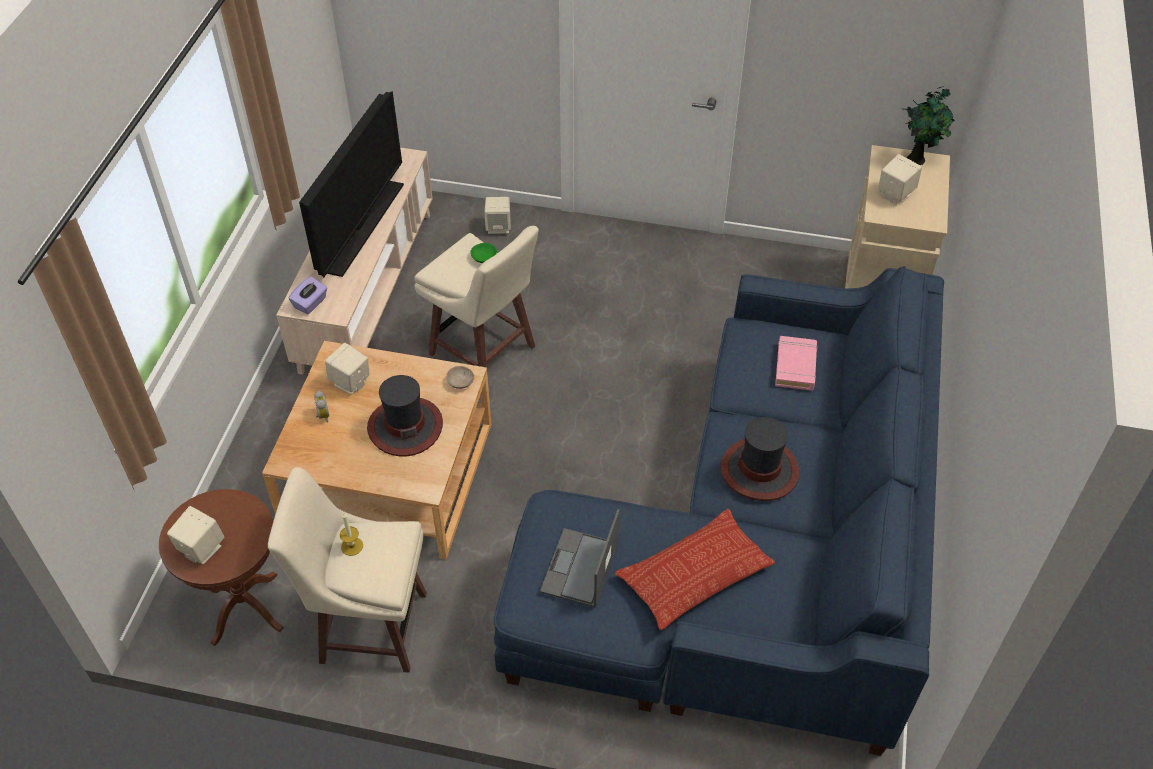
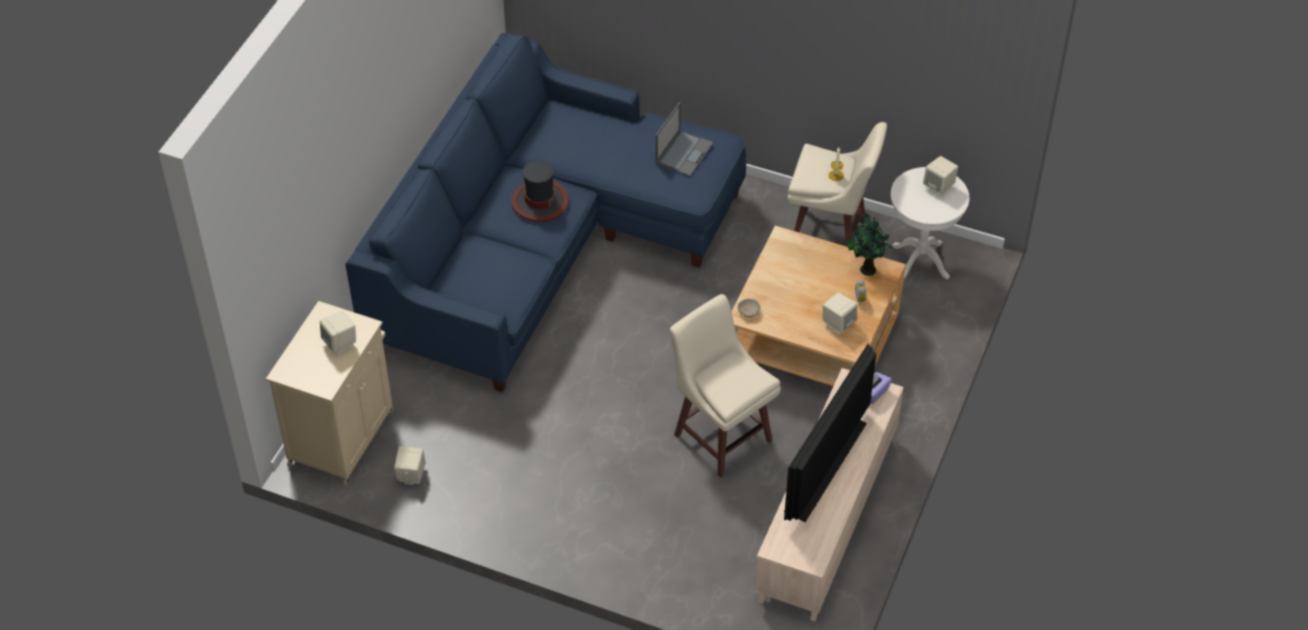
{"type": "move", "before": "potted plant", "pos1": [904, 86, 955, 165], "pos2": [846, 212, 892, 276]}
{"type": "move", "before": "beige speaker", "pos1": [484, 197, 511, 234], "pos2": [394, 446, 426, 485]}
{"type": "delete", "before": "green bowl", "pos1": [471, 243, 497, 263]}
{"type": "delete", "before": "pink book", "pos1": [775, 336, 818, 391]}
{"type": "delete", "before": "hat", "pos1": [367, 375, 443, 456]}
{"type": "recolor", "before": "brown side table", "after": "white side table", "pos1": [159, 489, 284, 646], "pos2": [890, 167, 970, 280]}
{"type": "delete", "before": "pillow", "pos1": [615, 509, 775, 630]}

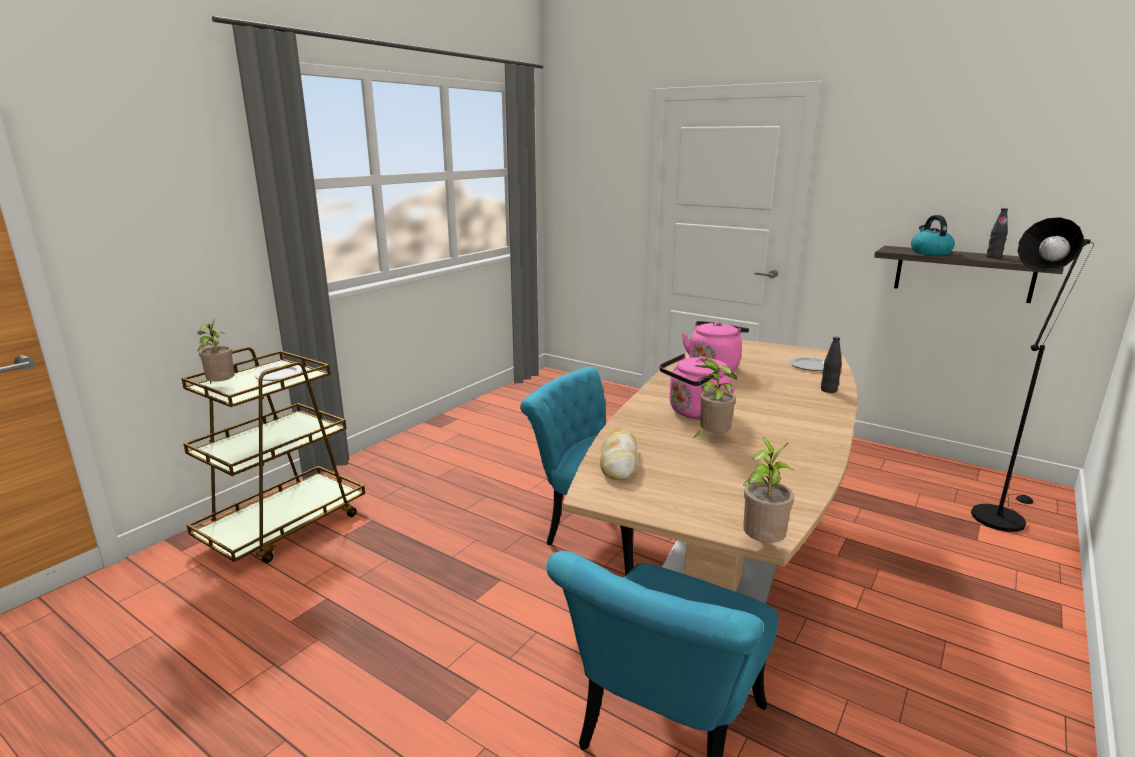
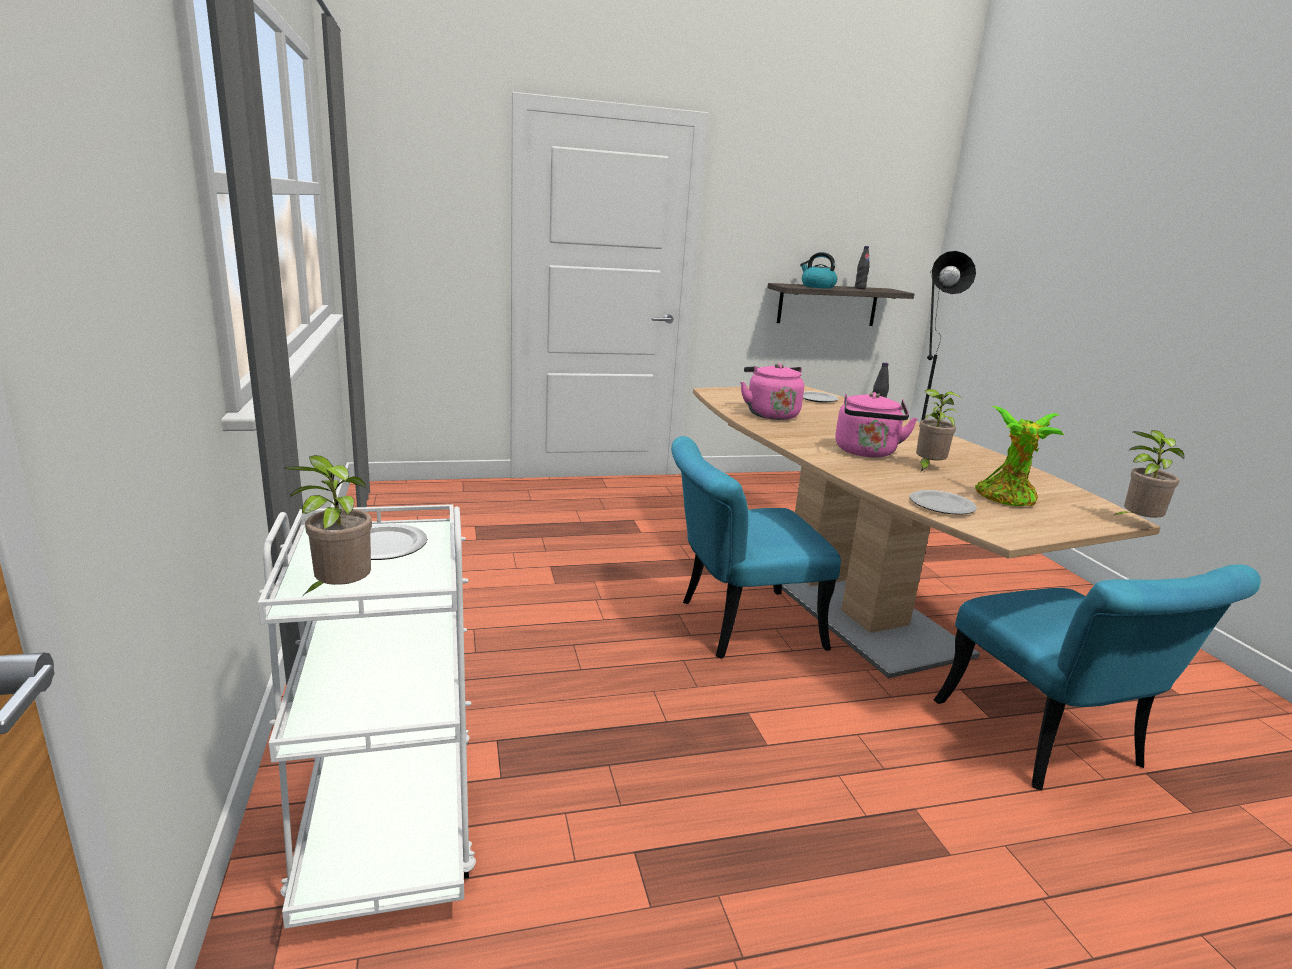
{"type": "recolor", "before": "brown cart", "after": "white cart", "pos1": [181, 347, 365, 563], "pos2": [258, 504, 476, 929]}
{"type": "replace", "before": "bread", "after": "plate", "pos1": [600, 428, 637, 480], "pos2": [910, 490, 977, 515]}
{"type": "insert", "after": "potted plant", "pos2": [975, 406, 1064, 506]}

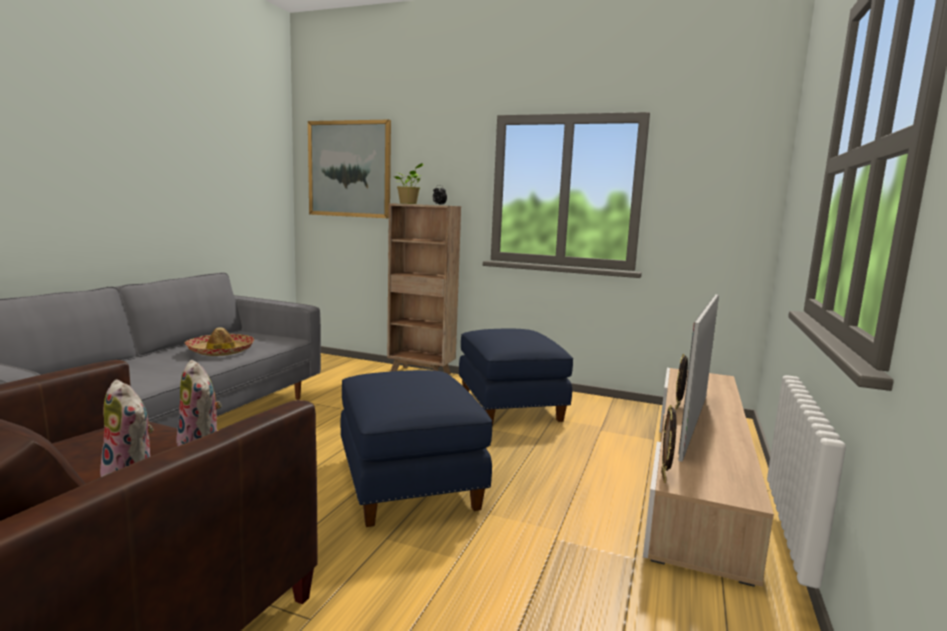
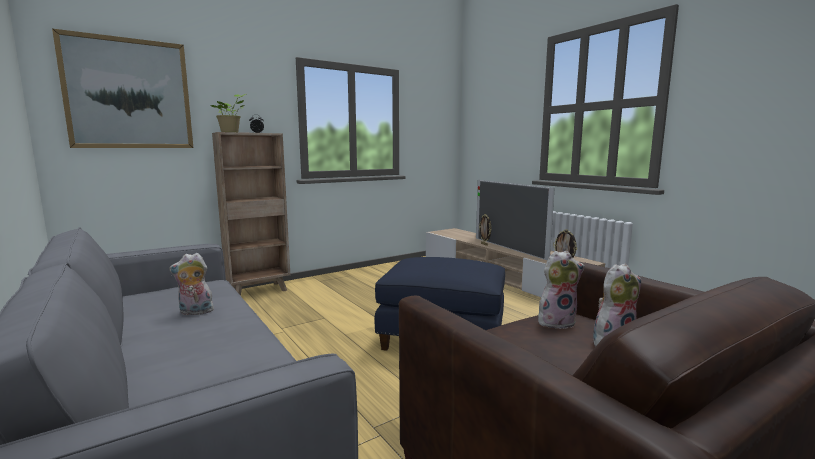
{"type": "replace", "before": "hat", "after": "plush toy", "pos1": [184, 327, 254, 356], "pos2": [169, 253, 214, 315]}
{"type": "delete", "before": "blue ottoman", "pos1": [459, 329, 573, 426]}

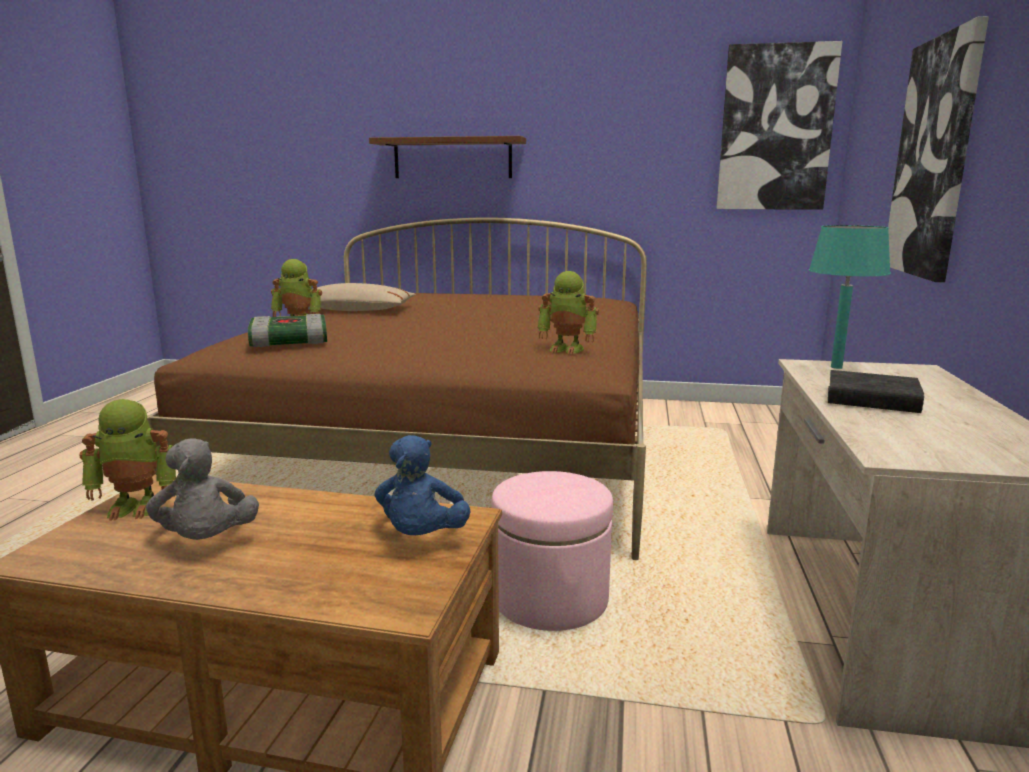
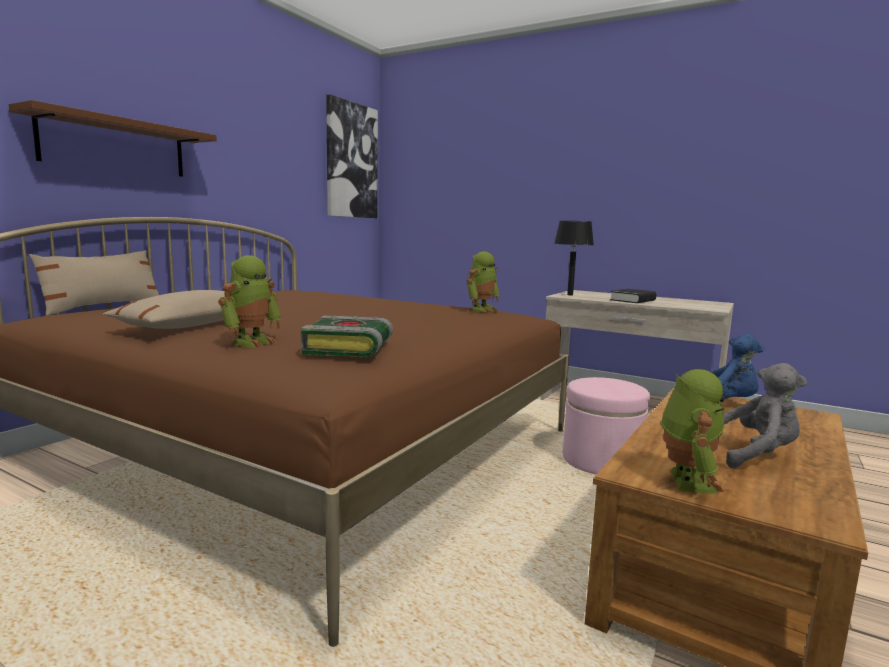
{"type": "delete", "before": "picture", "pos1": [888, 16, 989, 282]}
{"type": "recolor", "before": "turquoise table lamp", "after": "black table lamp", "pos1": [809, 225, 891, 369], "pos2": [554, 221, 594, 295]}
{"type": "insert", "after": "beige pillow", "pos2": [29, 250, 159, 316]}

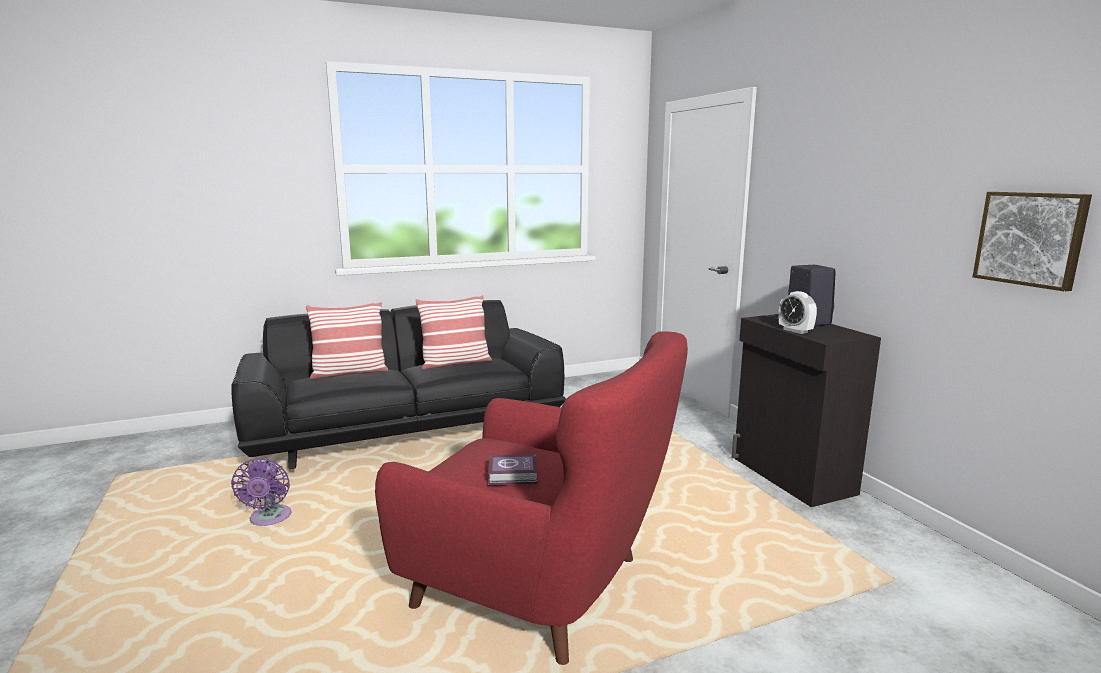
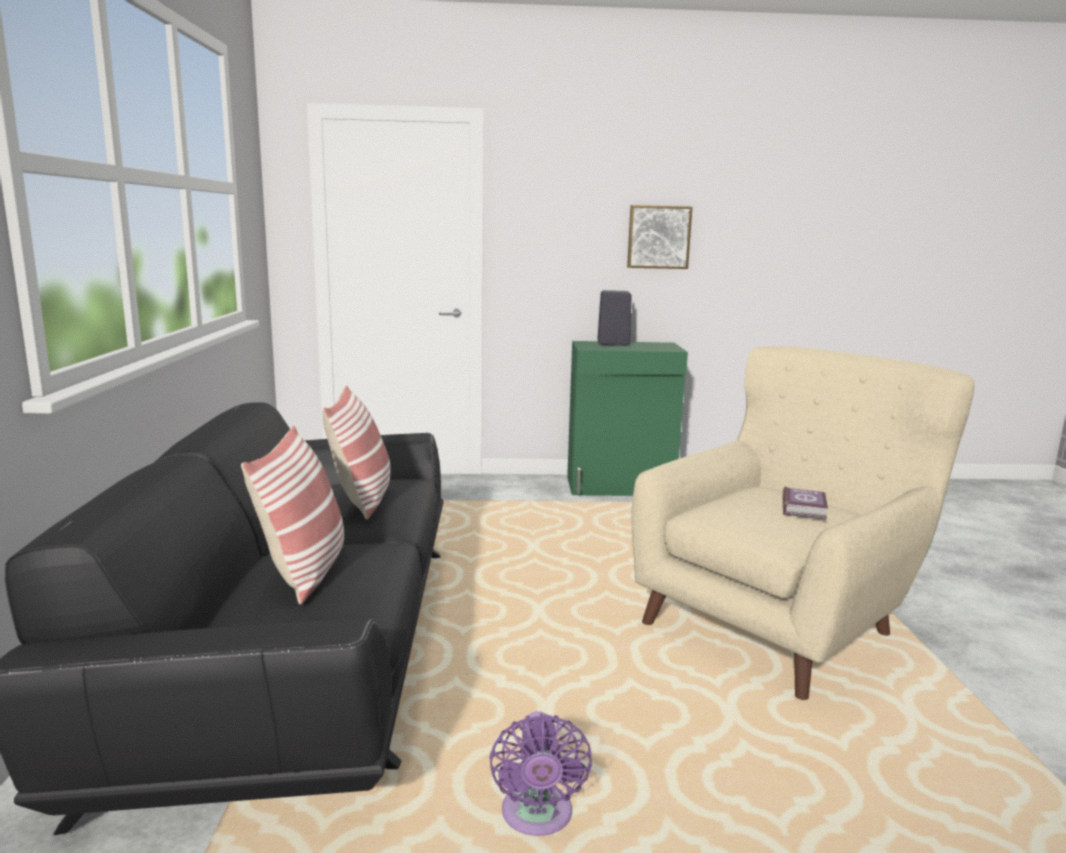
{"type": "move", "before": "picture", "pos1": [972, 192, 1092, 292], "pos2": [627, 205, 692, 269]}
{"type": "delete", "before": "alarm clock", "pos1": [779, 291, 817, 334]}
{"type": "recolor", "before": "black cabinet", "after": "green cabinet", "pos1": [732, 314, 881, 507], "pos2": [567, 341, 688, 496]}
{"type": "recolor", "before": "red armchair", "after": "beige armchair", "pos1": [375, 331, 688, 665], "pos2": [632, 346, 975, 700]}
{"type": "rotate", "before": "purple fan", "pos1": [231, 458, 291, 526], "pos2": [489, 711, 592, 836], "turn": 75}

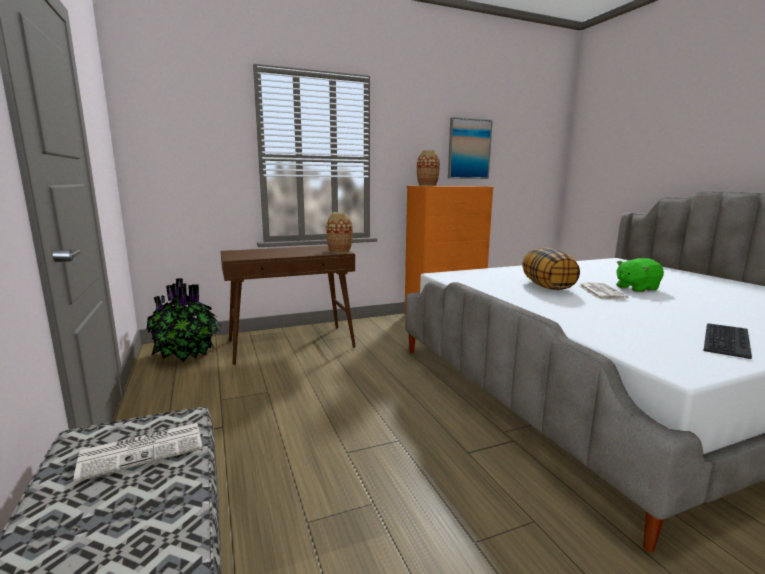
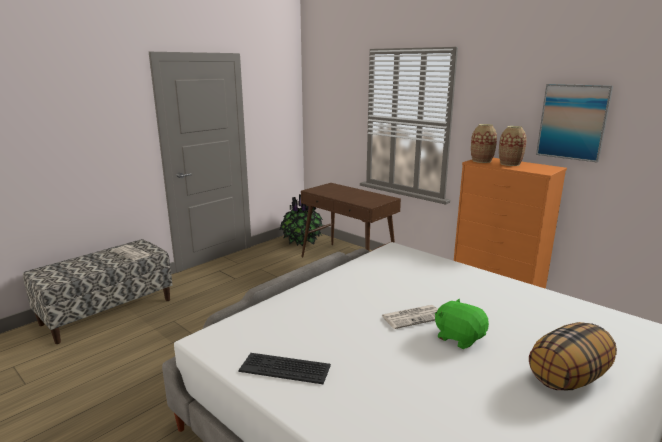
{"type": "move", "before": "vase", "pos1": [326, 212, 353, 253], "pos2": [499, 126, 527, 166]}
{"type": "move", "before": "pillow", "pos1": [522, 247, 580, 290], "pos2": [529, 322, 617, 391]}

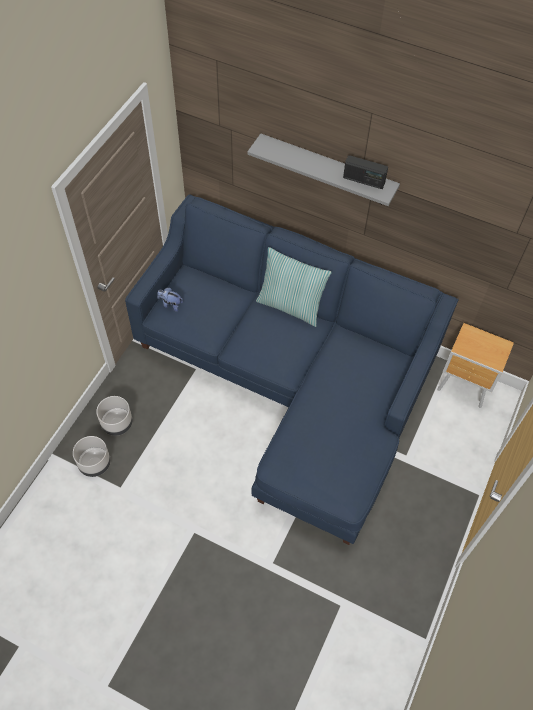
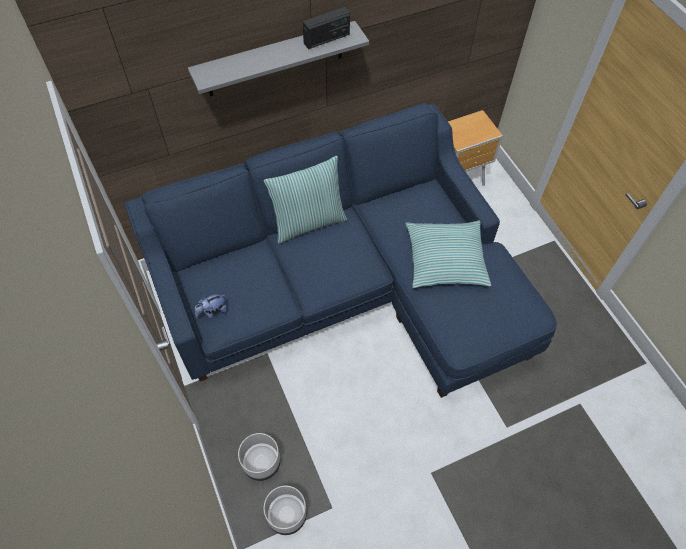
{"type": "insert", "after": "pillow", "pos2": [405, 220, 491, 288]}

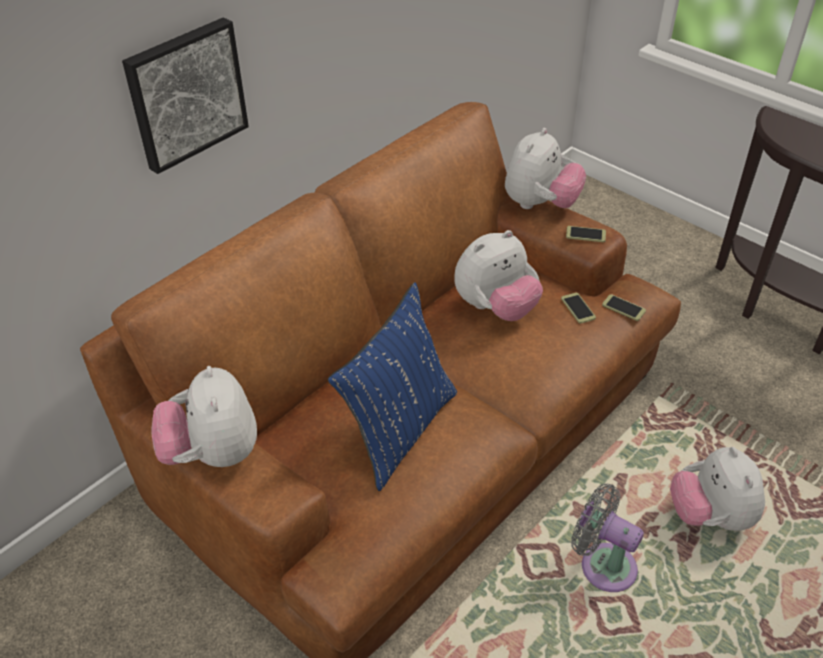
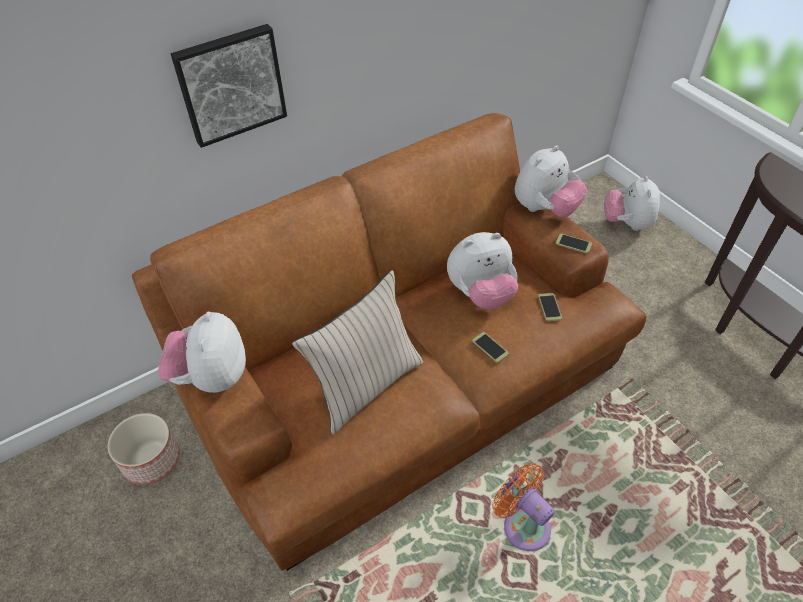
{"type": "recolor", "before": "blue pillow", "after": "beige pillow", "pos1": [328, 282, 457, 491], "pos2": [292, 270, 423, 435]}
{"type": "move", "before": "phone", "pos1": [602, 294, 646, 321], "pos2": [472, 332, 509, 363]}
{"type": "move", "before": "plush toy", "pos1": [670, 447, 765, 531], "pos2": [604, 176, 660, 231]}
{"type": "recolor", "before": "grey fan", "after": "orange fan", "pos1": [571, 484, 644, 592], "pos2": [492, 463, 554, 551]}
{"type": "insert", "after": "planter", "pos2": [108, 413, 180, 485]}

